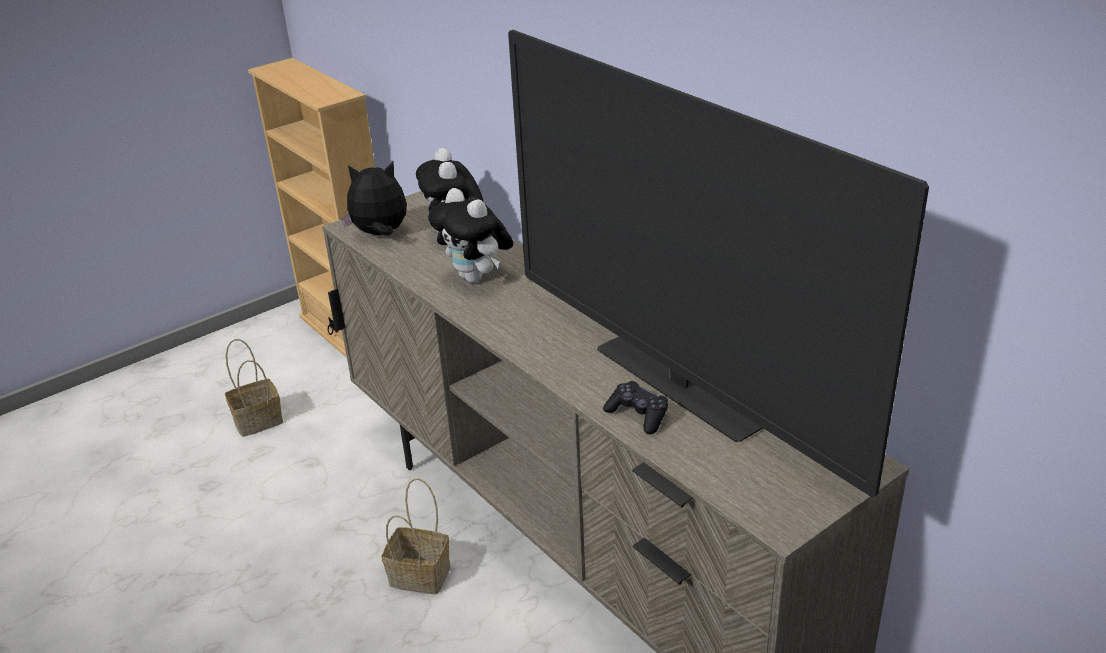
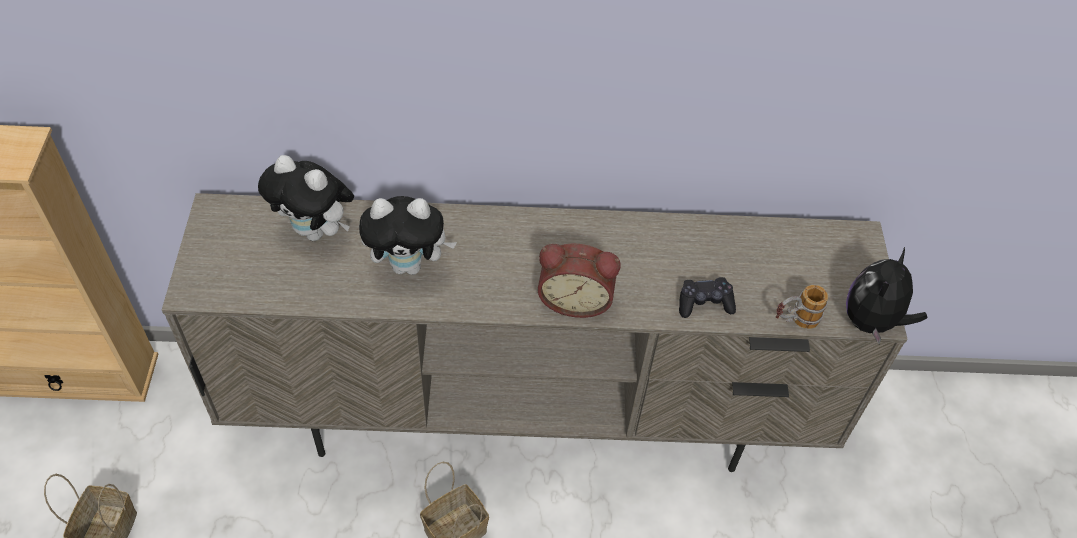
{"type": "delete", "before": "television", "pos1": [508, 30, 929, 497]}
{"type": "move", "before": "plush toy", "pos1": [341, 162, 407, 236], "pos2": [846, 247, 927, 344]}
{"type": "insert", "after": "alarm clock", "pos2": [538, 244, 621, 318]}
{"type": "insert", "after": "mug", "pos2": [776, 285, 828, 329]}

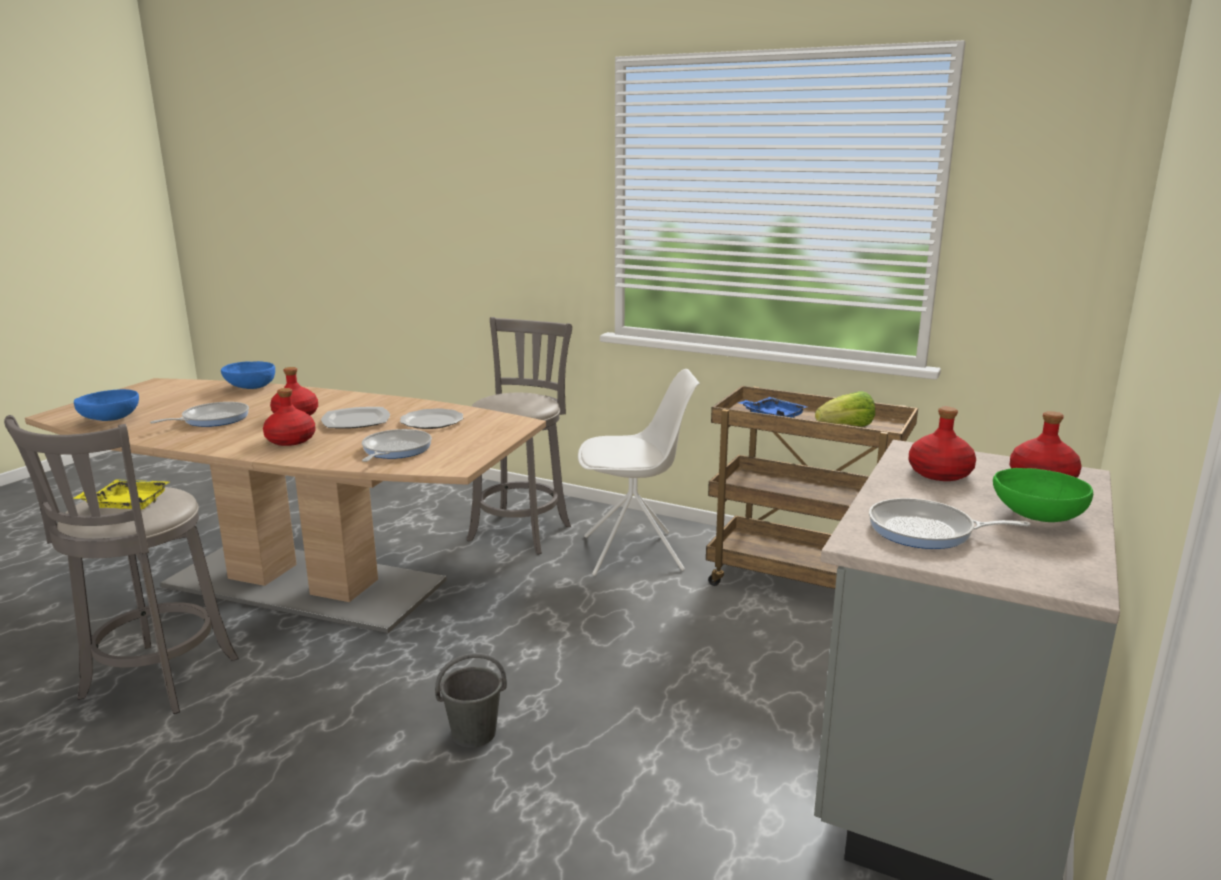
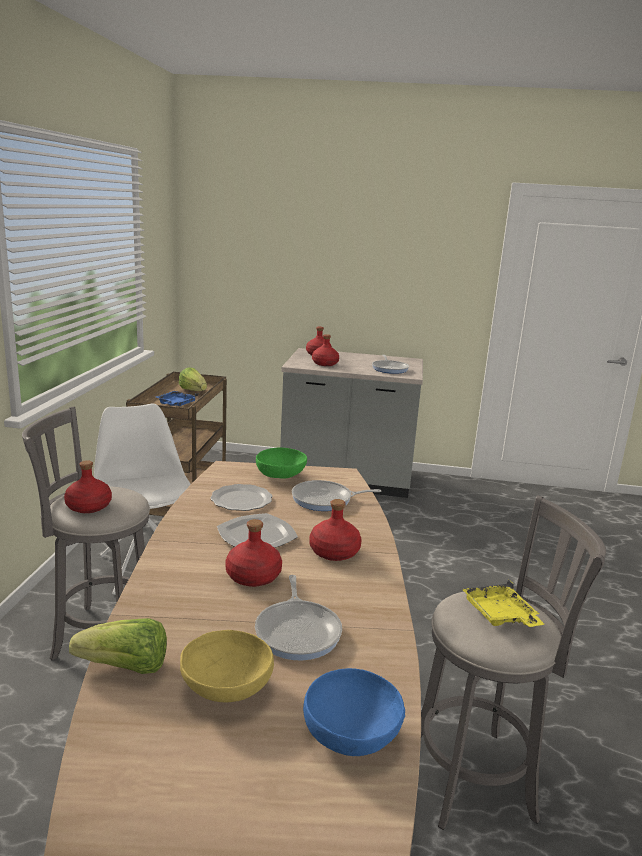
{"type": "replace", "before": "blue bowl", "after": "lettuce", "pos1": [221, 361, 275, 389], "pos2": [69, 618, 167, 674]}
{"type": "rotate", "before": "frying pan", "pos1": [150, 402, 249, 427], "pos2": [255, 575, 342, 660], "turn": -120}
{"type": "move", "before": "green bowl", "pos1": [992, 468, 1093, 522], "pos2": [256, 448, 307, 479]}
{"type": "delete", "before": "grey bucket", "pos1": [435, 653, 507, 748]}
{"type": "insert", "after": "red bottle", "pos2": [64, 460, 112, 513]}
{"type": "insert", "after": "yellow bowl", "pos2": [180, 630, 274, 702]}

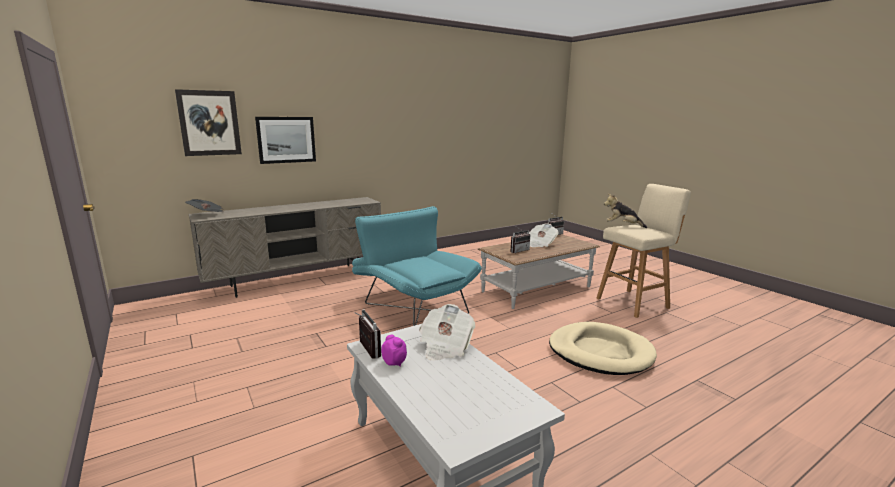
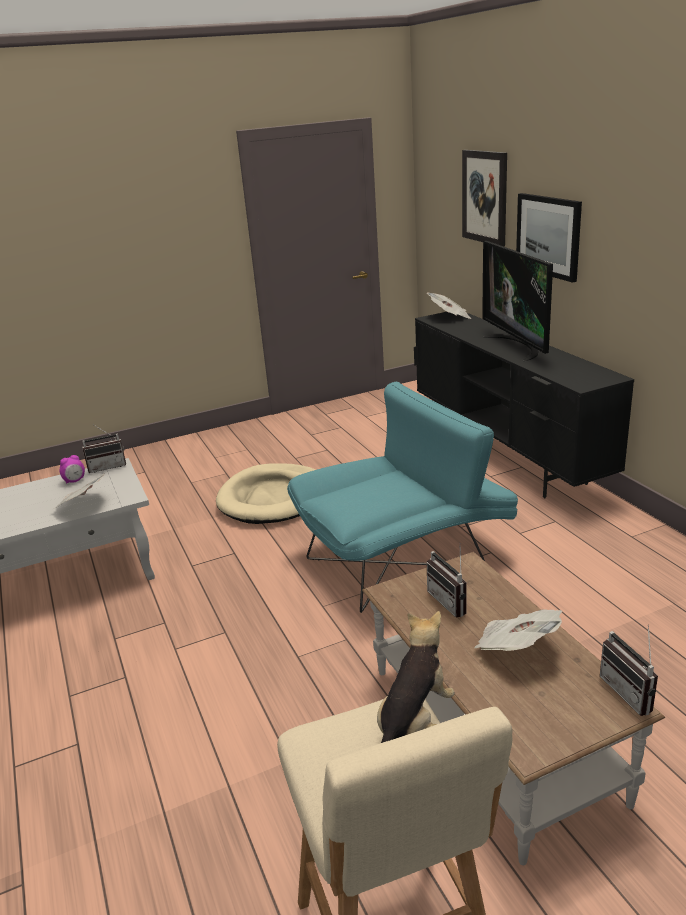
{"type": "recolor", "before": "beige tv stand", "after": "black tv stand", "pos1": [188, 197, 381, 298], "pos2": [414, 312, 634, 498]}
{"type": "move", "before": "beige dog bed", "pos1": [549, 322, 657, 375], "pos2": [216, 463, 316, 524]}
{"type": "insert", "after": "television", "pos2": [482, 241, 553, 362]}

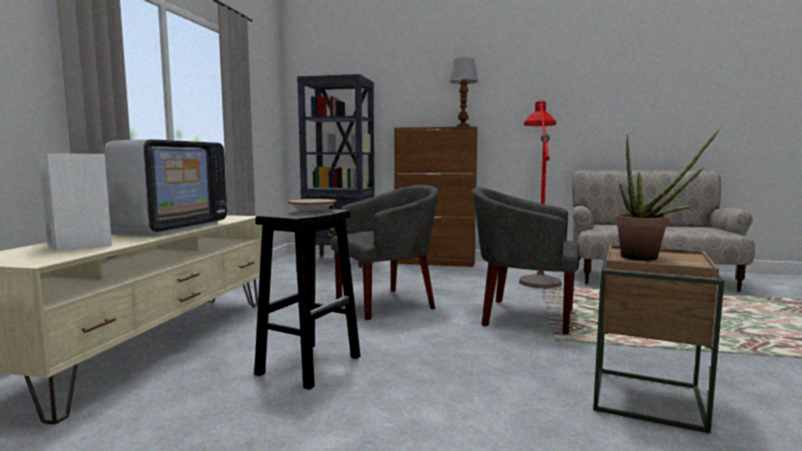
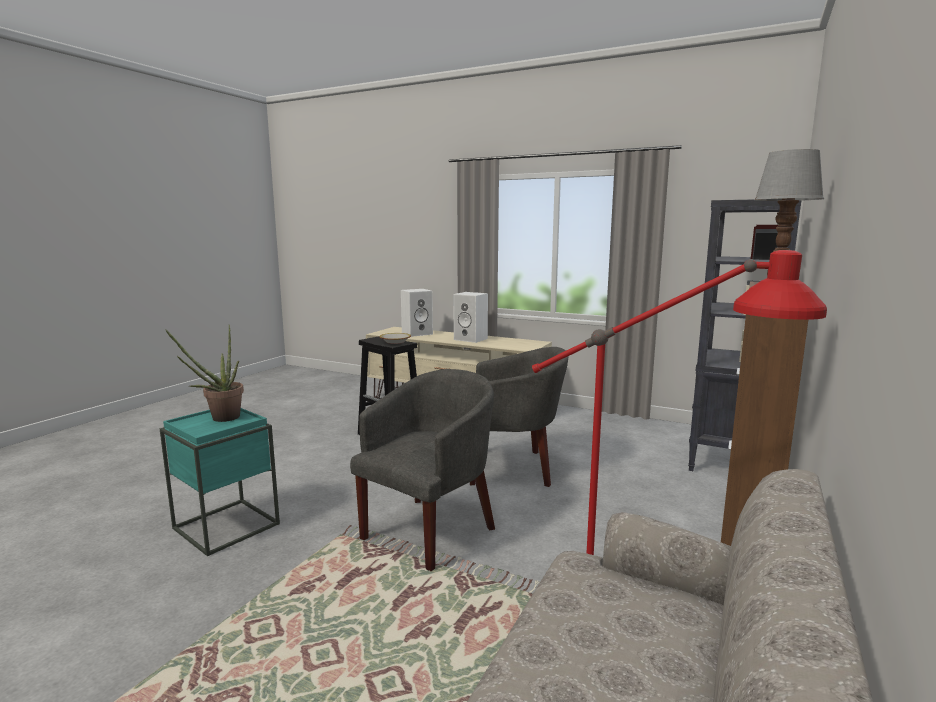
{"type": "replace", "before": "television", "after": "white speaker", "pos1": [105, 139, 227, 236], "pos2": [453, 292, 488, 343]}
{"type": "rotate", "before": "grey armchair", "pos1": [331, 185, 438, 320], "pos2": [470, 347, 568, 487], "turn": -75}
{"type": "recolor", "before": "brown side table", "after": "turquoise side table", "pos1": [593, 245, 724, 434], "pos2": [160, 408, 280, 556]}

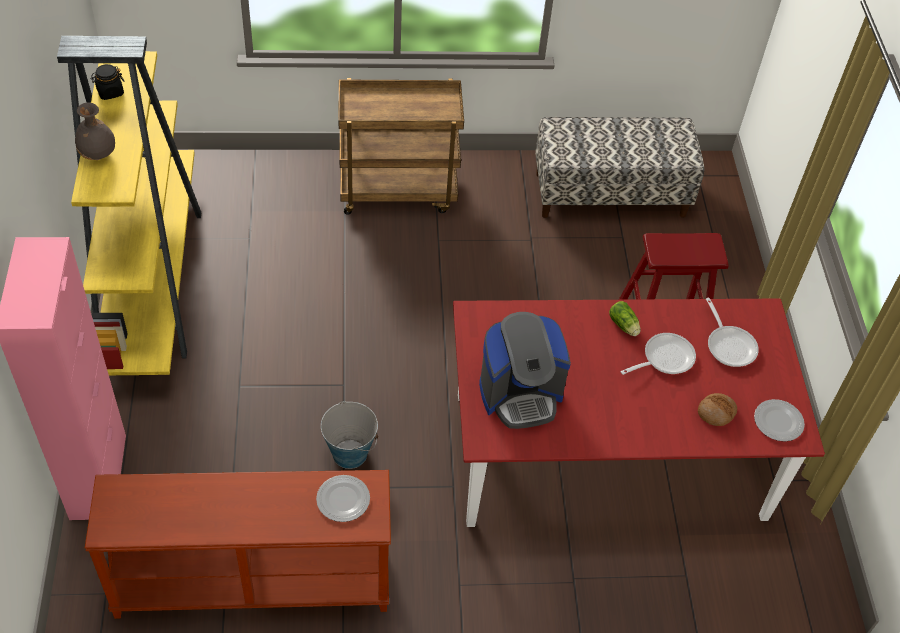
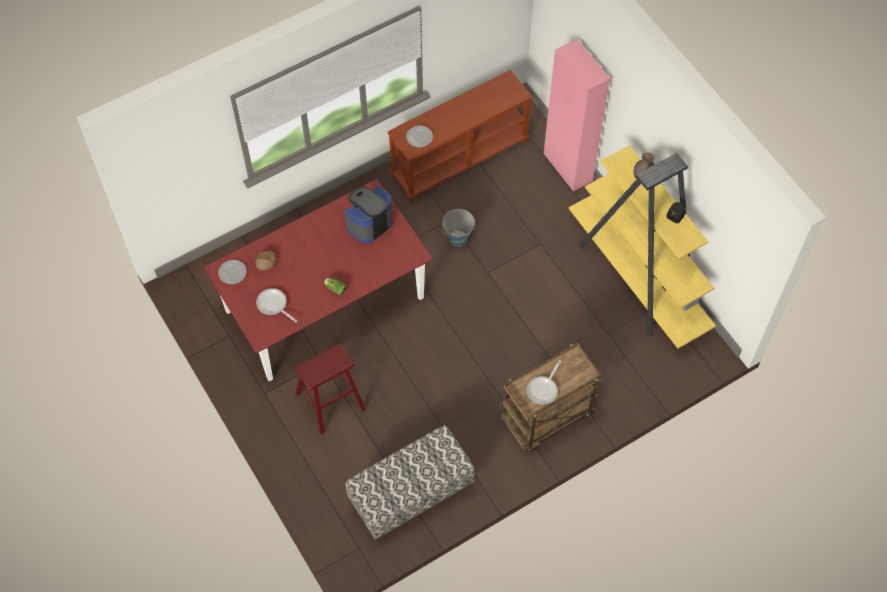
{"type": "move", "before": "frying pan", "pos1": [621, 333, 696, 375], "pos2": [527, 360, 561, 405]}

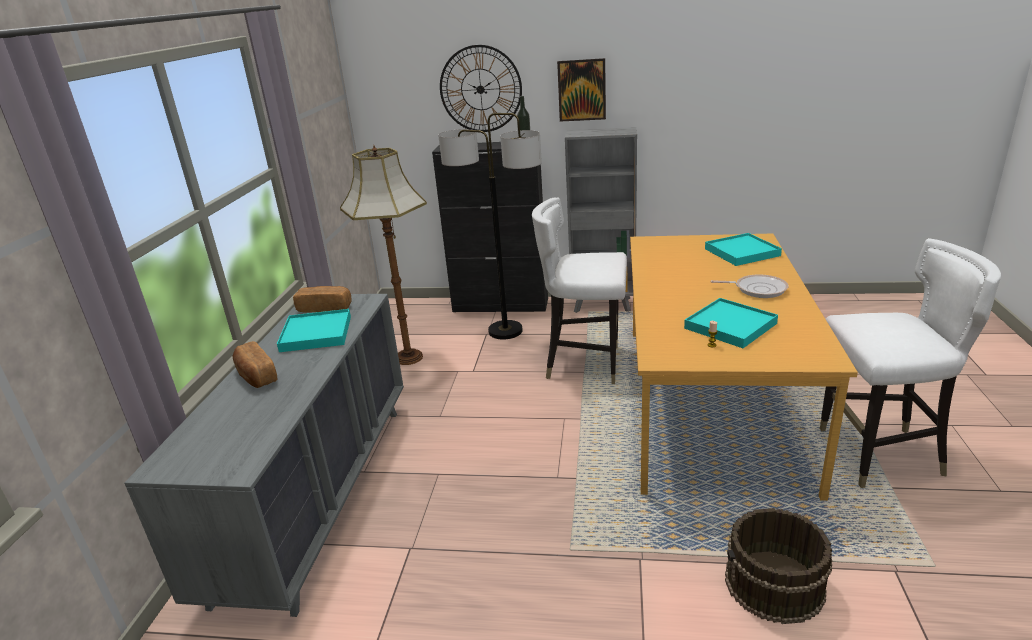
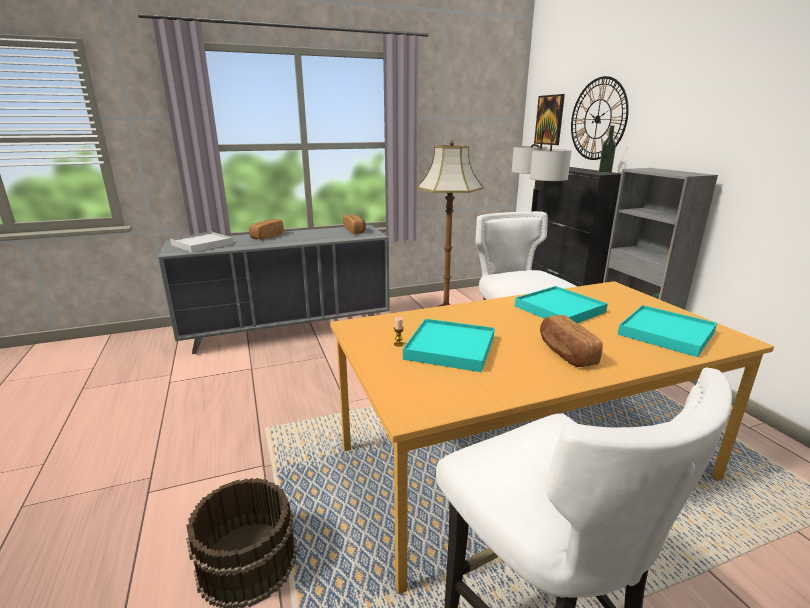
{"type": "move", "before": "picture", "pos1": [557, 58, 606, 122], "pos2": [534, 94, 565, 145]}
{"type": "replace", "before": "frying pan", "after": "bread", "pos1": [710, 275, 788, 298], "pos2": [540, 315, 603, 367]}
{"type": "move", "before": "turquoise tray", "pos1": [277, 309, 351, 352], "pos2": [515, 286, 608, 323]}
{"type": "insert", "after": "white tray", "pos2": [170, 232, 233, 253]}

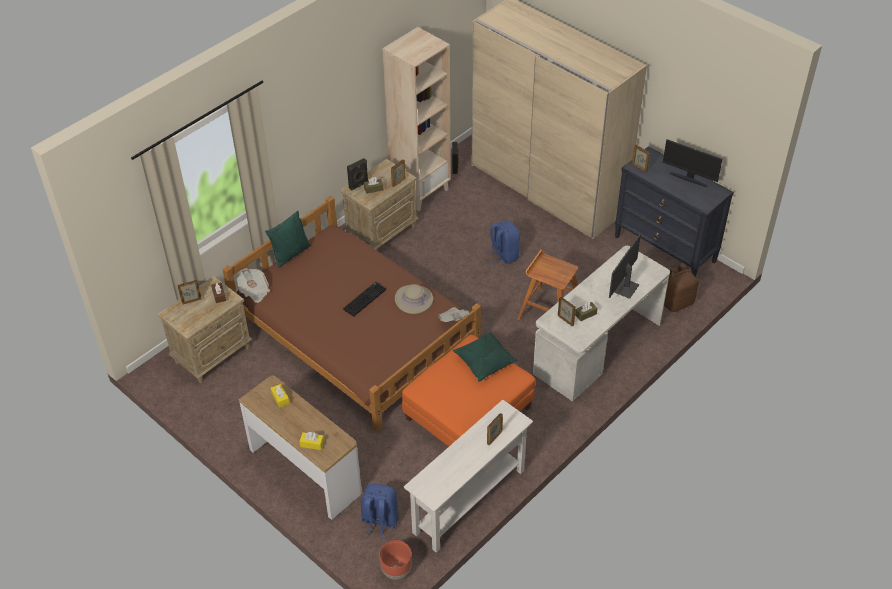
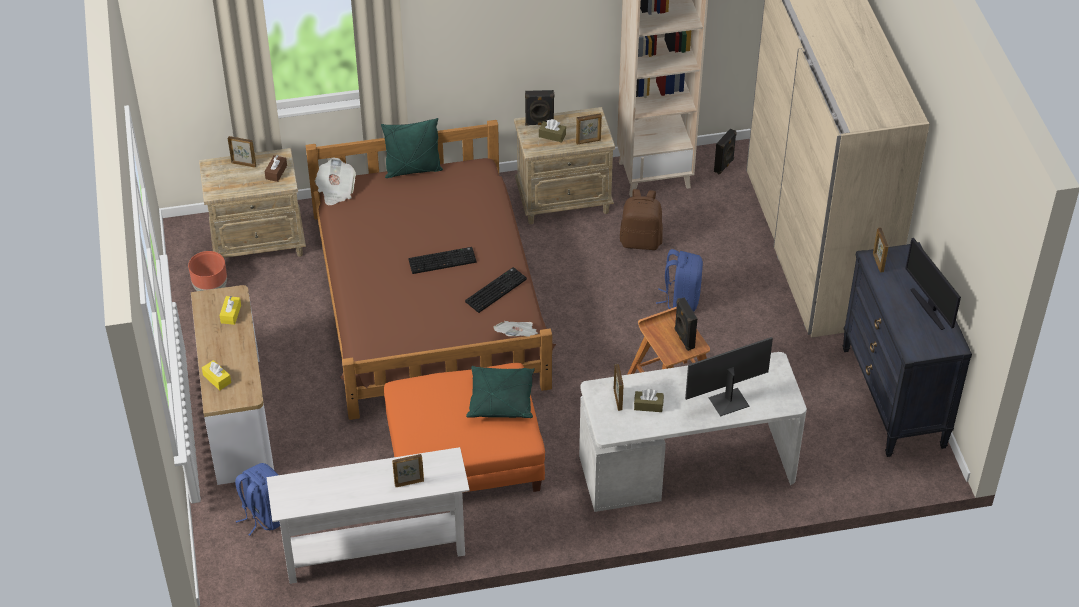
{"type": "move", "before": "brown backpack", "pos1": [664, 264, 698, 312], "pos2": [620, 189, 663, 250]}
{"type": "replace", "before": "beige hat", "after": "keyboard", "pos1": [395, 284, 433, 314], "pos2": [465, 267, 527, 313]}
{"type": "move", "before": "brown planter", "pos1": [379, 540, 412, 580], "pos2": [188, 251, 227, 291]}
{"type": "insert", "after": "black speaker", "pos2": [675, 297, 697, 351]}

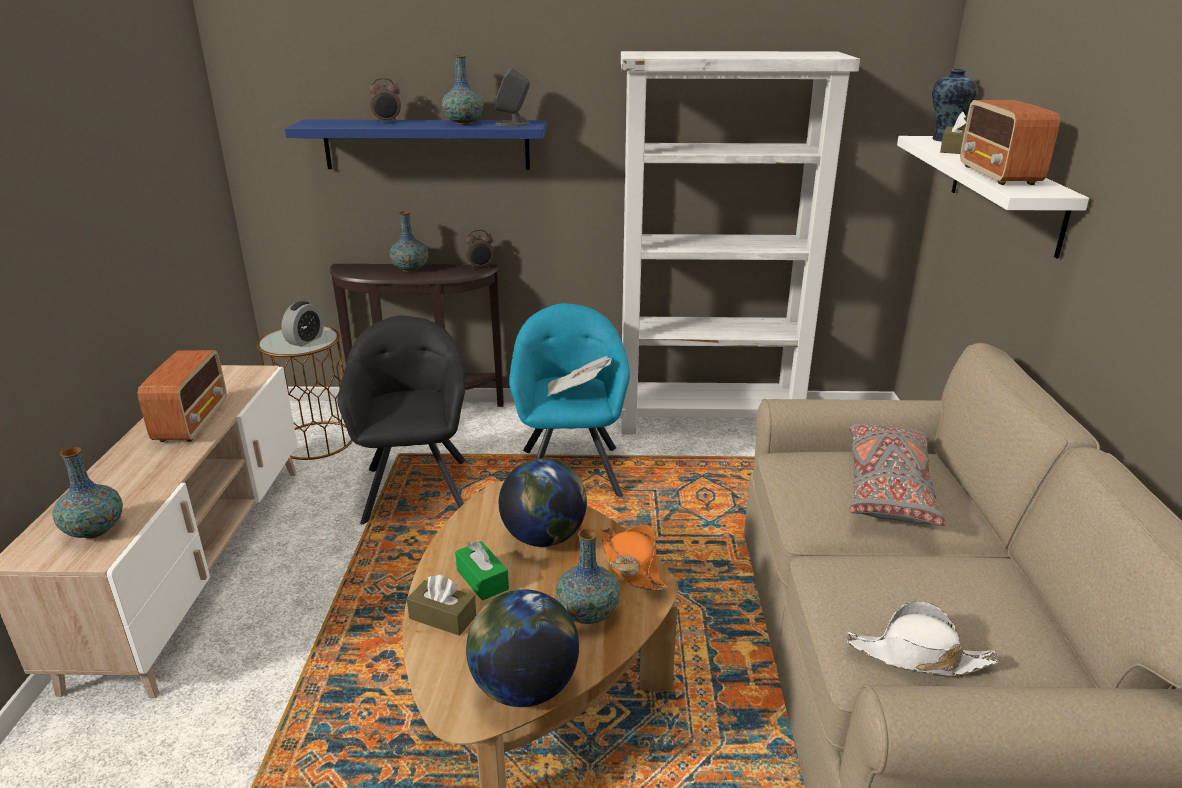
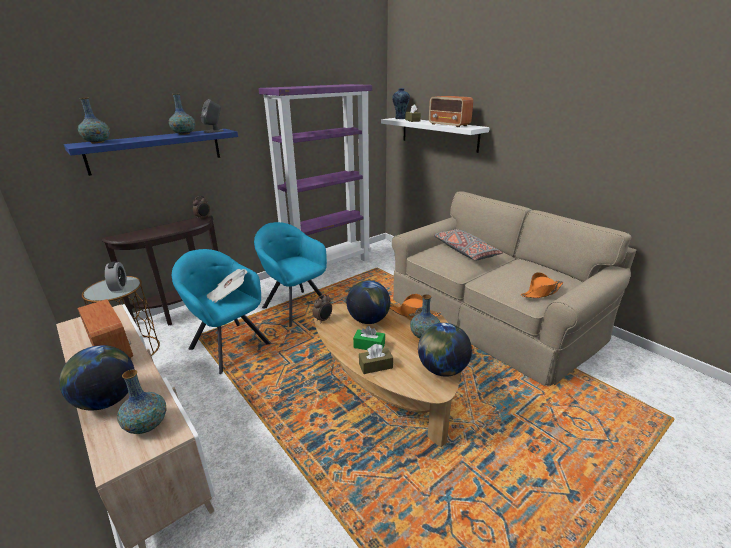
{"type": "recolor", "before": "white bookcase", "after": "purple bookcase", "pos1": [619, 51, 860, 435], "pos2": [258, 84, 372, 284]}
{"type": "move", "before": "alarm clock", "pos1": [369, 78, 401, 123], "pos2": [313, 294, 332, 324]}
{"type": "move", "before": "vase", "pos1": [390, 211, 429, 272], "pos2": [78, 98, 110, 143]}
{"type": "recolor", "before": "black armchair", "after": "turquoise armchair", "pos1": [337, 316, 466, 524], "pos2": [172, 249, 272, 374]}
{"type": "move", "before": "newspaper", "pos1": [547, 356, 612, 396], "pos2": [206, 269, 247, 303]}
{"type": "recolor", "before": "white hat", "after": "orange hat", "pos1": [846, 601, 999, 676], "pos2": [521, 272, 564, 298]}
{"type": "insert", "after": "globe", "pos2": [59, 345, 135, 410]}

